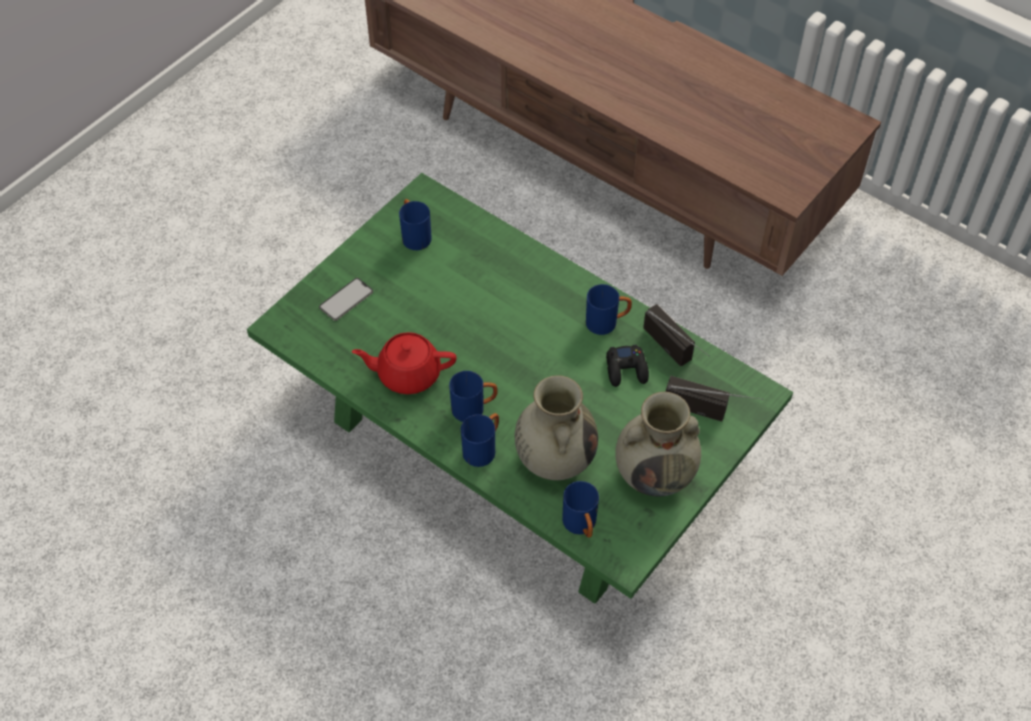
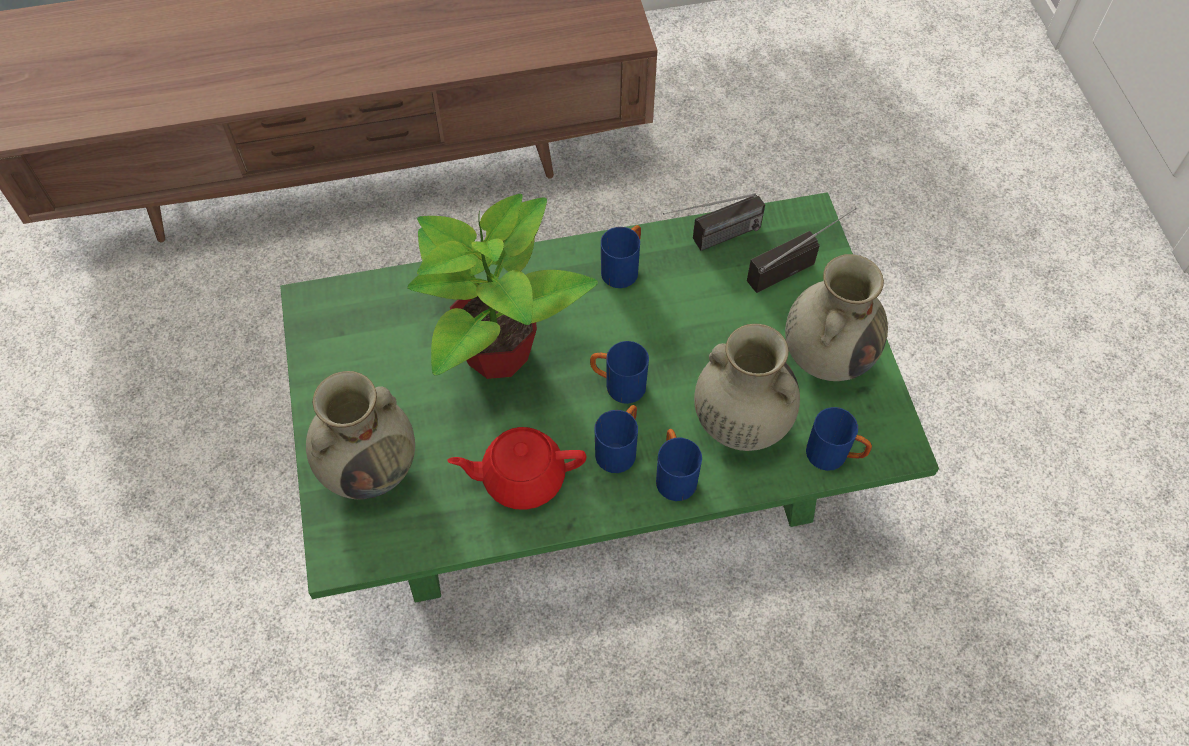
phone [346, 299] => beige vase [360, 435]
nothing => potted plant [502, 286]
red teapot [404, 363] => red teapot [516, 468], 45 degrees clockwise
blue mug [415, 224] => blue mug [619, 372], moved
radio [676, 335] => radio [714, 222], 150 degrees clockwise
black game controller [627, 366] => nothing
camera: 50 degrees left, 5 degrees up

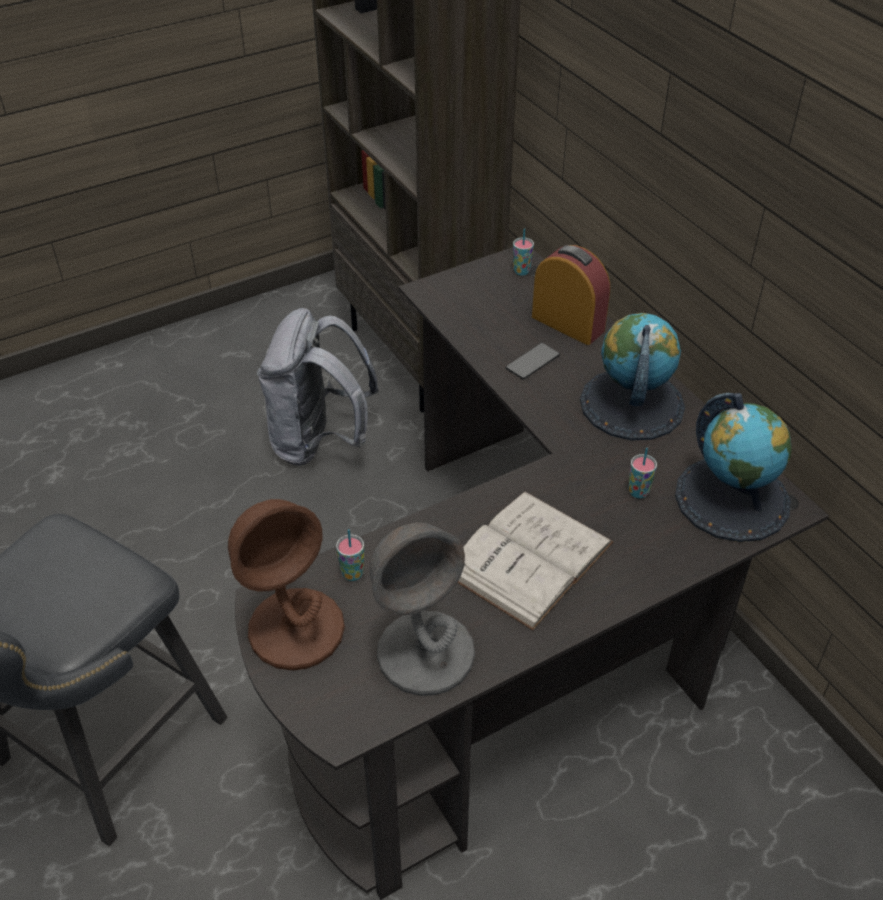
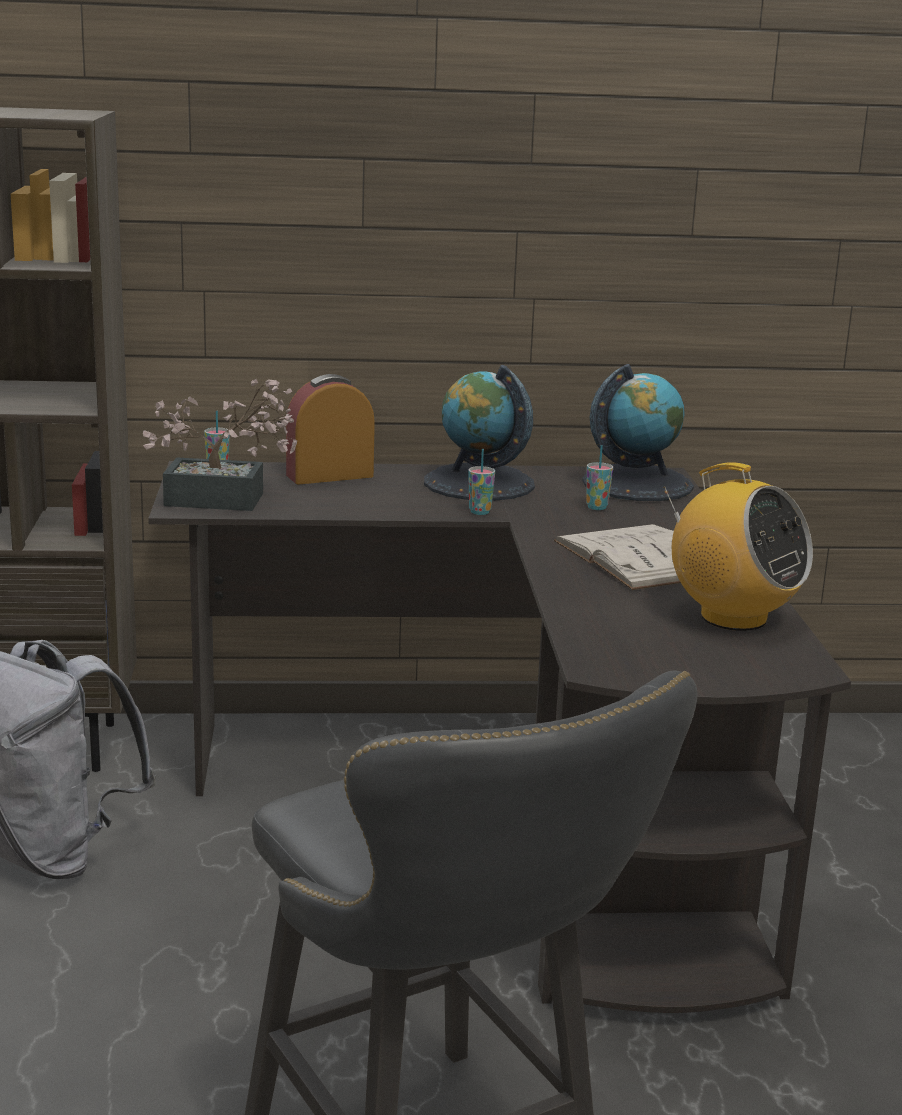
nothing => potted plant [220, 445]
cup [350, 555] => cup [481, 482], moved
grey table lamp [422, 609] => radio [738, 546]
brown table lamp [286, 584] => nothing
phone [533, 361] => nothing
camera: 65 degrees left, 25 degrees down

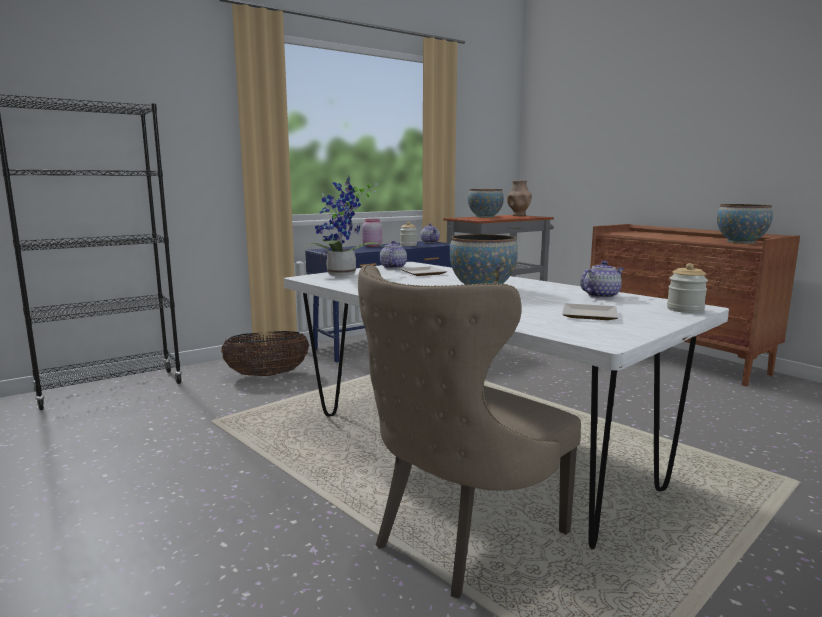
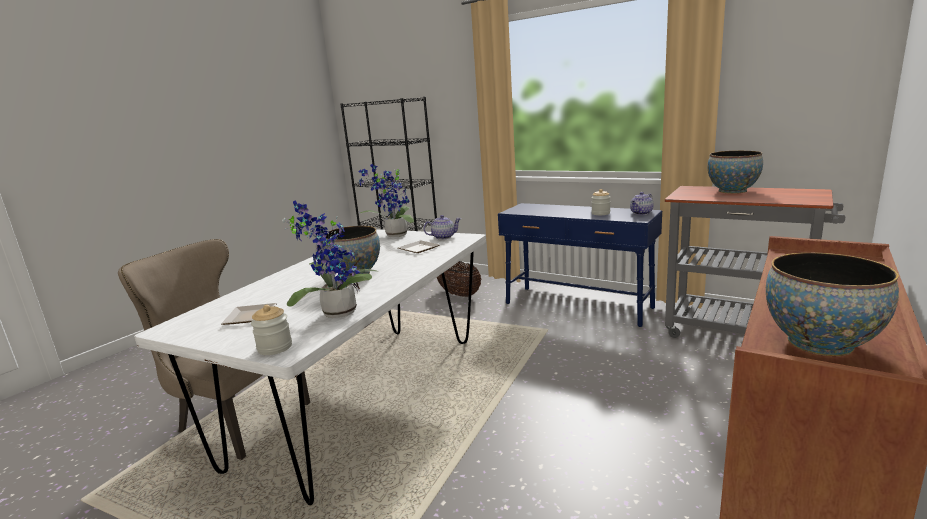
teapot [602, 279] => potted plant [330, 259]
pink jar [372, 233] => nothing
brown vase [519, 198] => nothing
camera: 70 degrees right, 5 degrees up

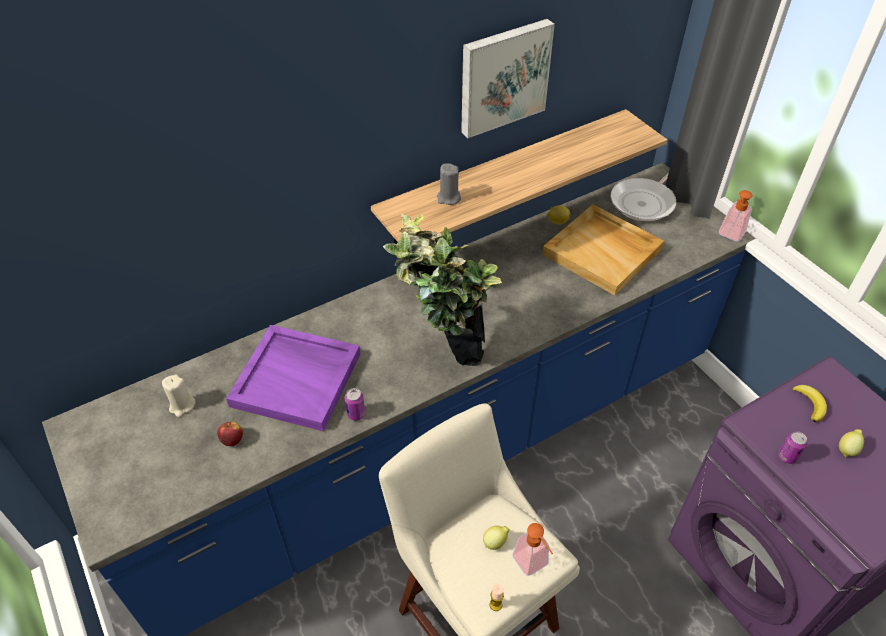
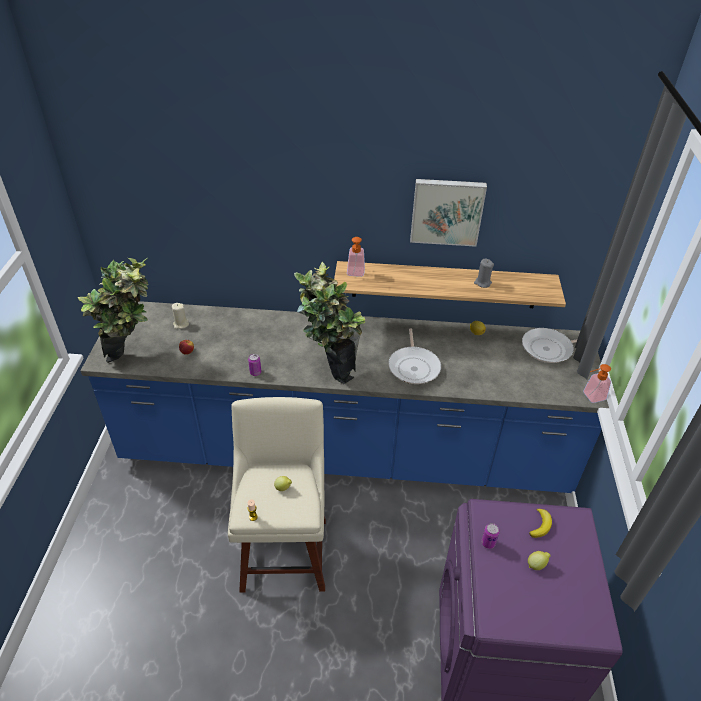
nothing => potted plant [113, 310]
soap dispenser [532, 549] => soap dispenser [356, 257], moved
nothing => frying pan [414, 356]
grey candle [449, 184] => grey candle [484, 273], moved
purple tray [293, 378] => nothing
beige tray [603, 250] => nothing
camera: 35 degrees right, 5 degrees down

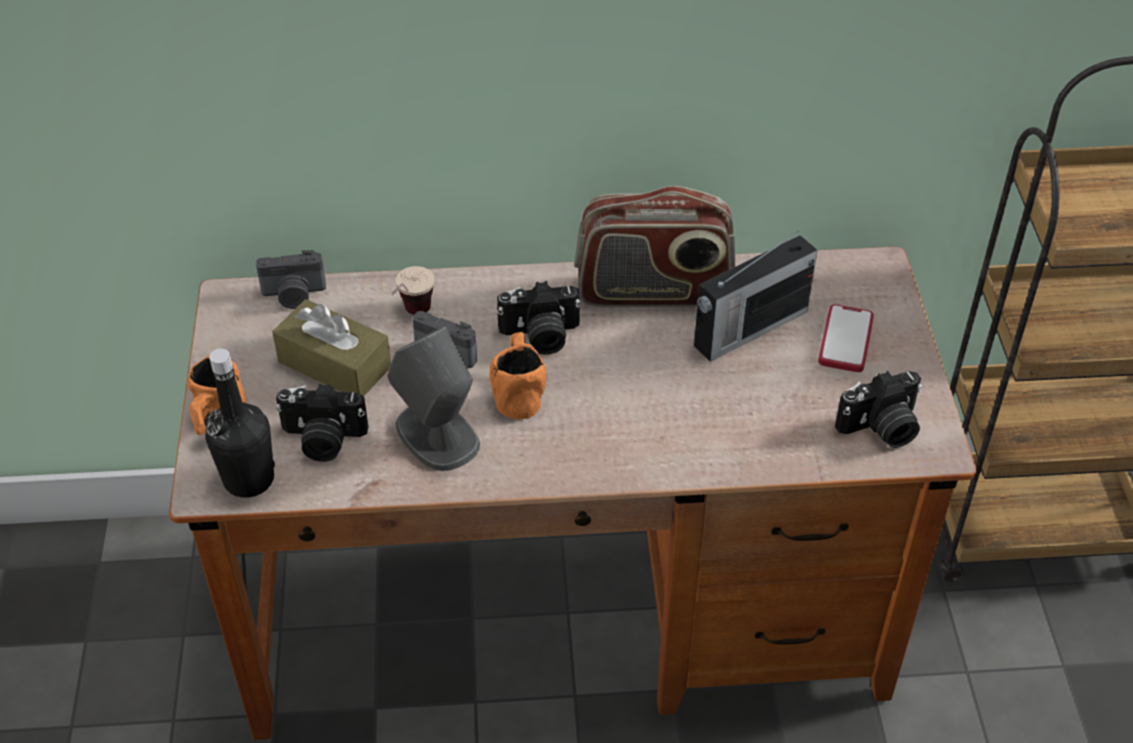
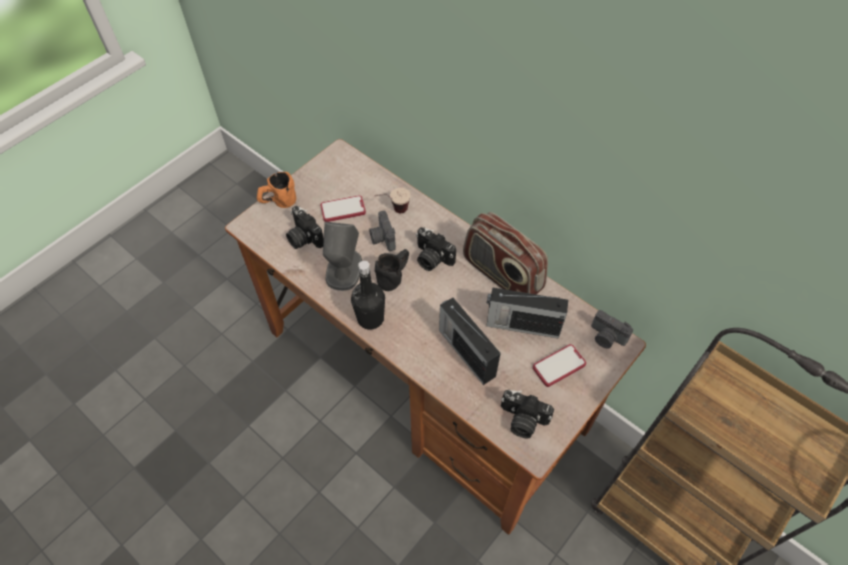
brown tissue box [331, 347] => phone [343, 208]
black bottle [240, 423] => black bottle [368, 295], moved
orange mug [517, 375] => black mug [392, 270]
nothing => radio [470, 341]
photo camera [291, 279] => photo camera [612, 329], moved
camera: 45 degrees right, 10 degrees up

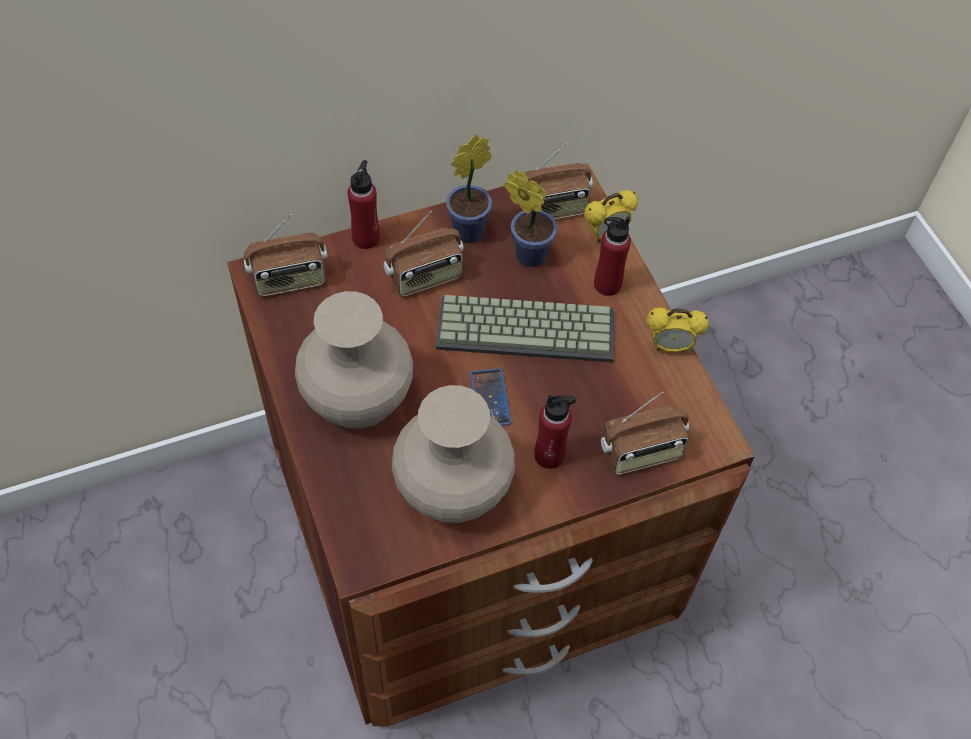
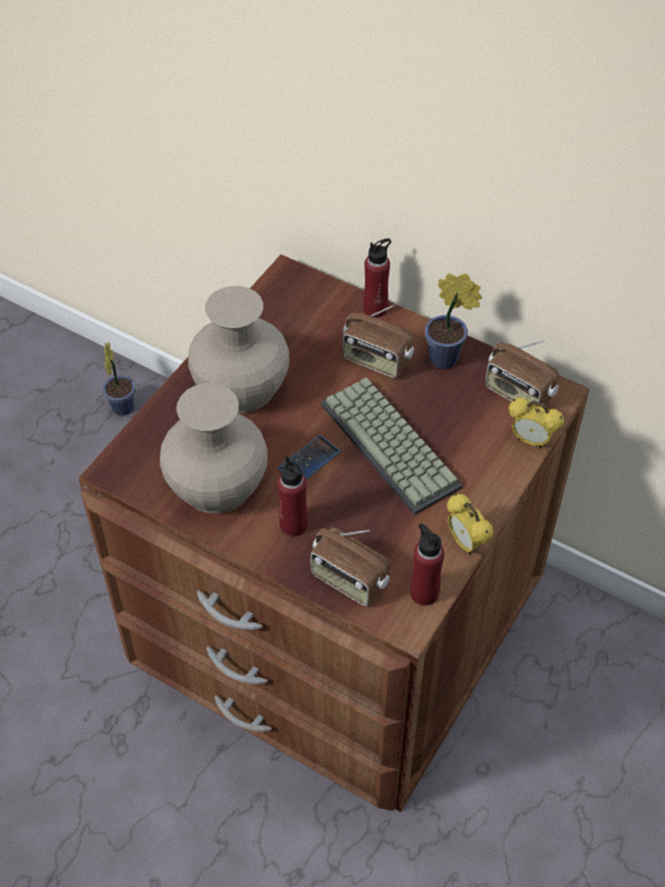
potted plant [530, 218] => potted plant [119, 378], moved
red bottle [612, 256] => red bottle [427, 565], moved
radio [286, 255] => nothing
camera: 55 degrees right, 5 degrees down

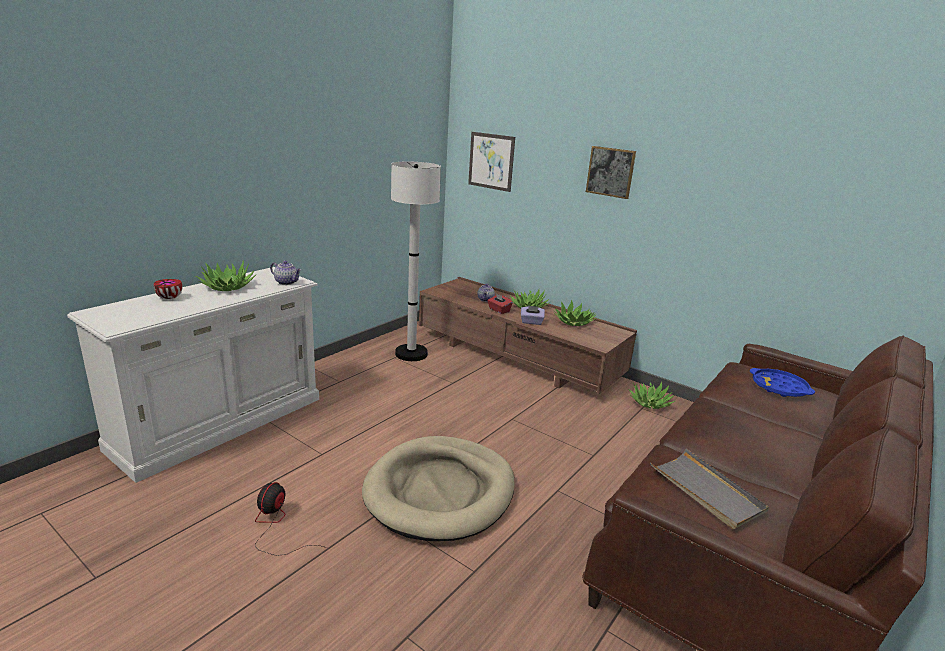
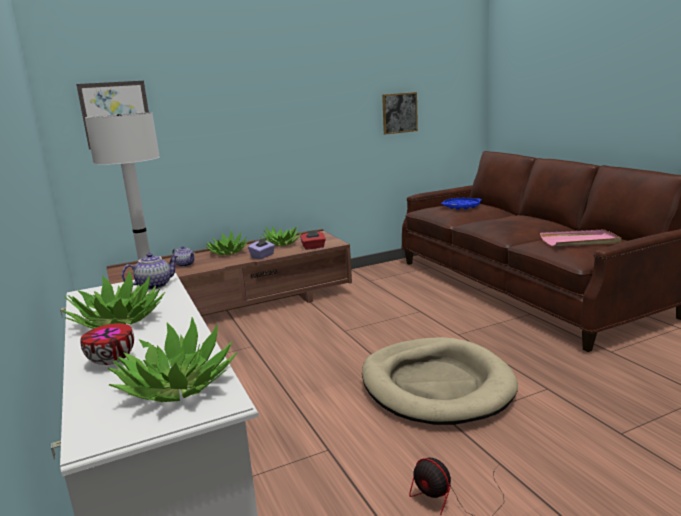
potted plant [651, 395] => potted plant [172, 359], moved
red tissue box [500, 303] => red tissue box [313, 240], moved
picture [611, 172] => picture [400, 113], moved
grey tray [709, 489] => pink tray [581, 237]
camera: 60 degrees left, 5 degrees down

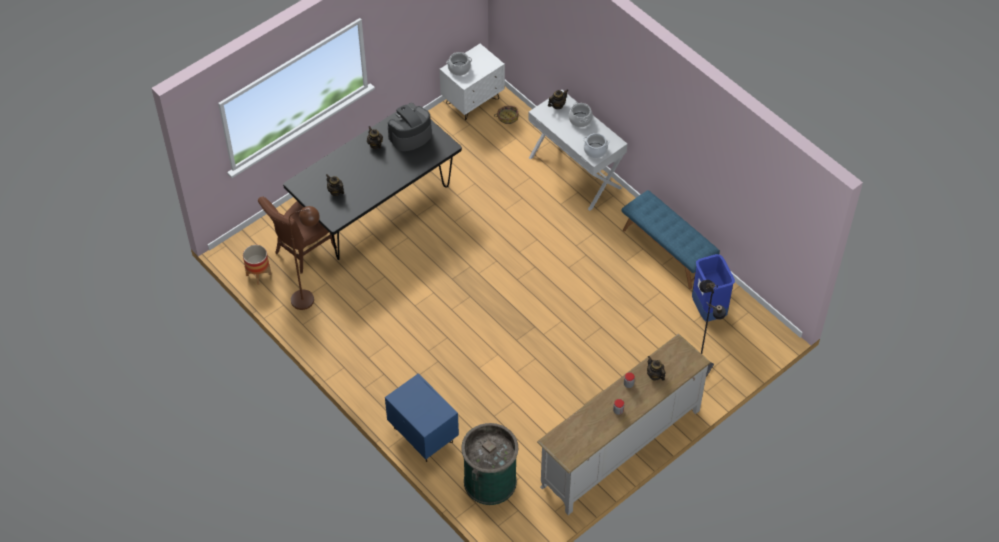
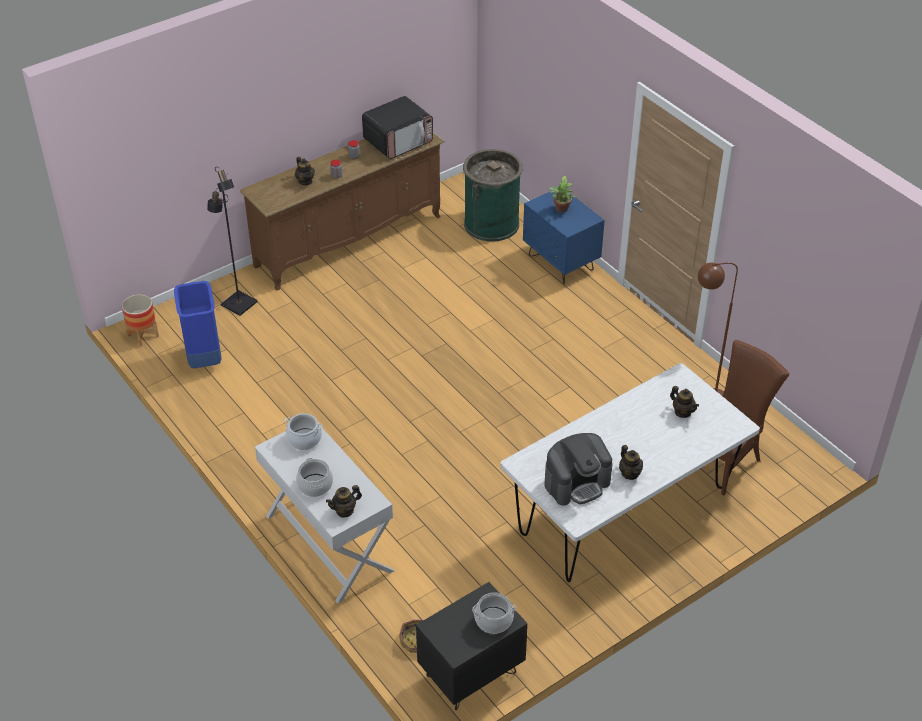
planter [257, 265] => planter [140, 320], moved
grey cabinet [624, 424] => brown cabinet [342, 211]
nothing => microwave [397, 127]
white nightstand [472, 82] => black nightstand [472, 646]
black dining table [372, 181] => white dining table [630, 472]
nothing => potted plant [562, 194]
blue bench [671, 239] => nothing
camera: 175 degrees left, 10 degrees down

